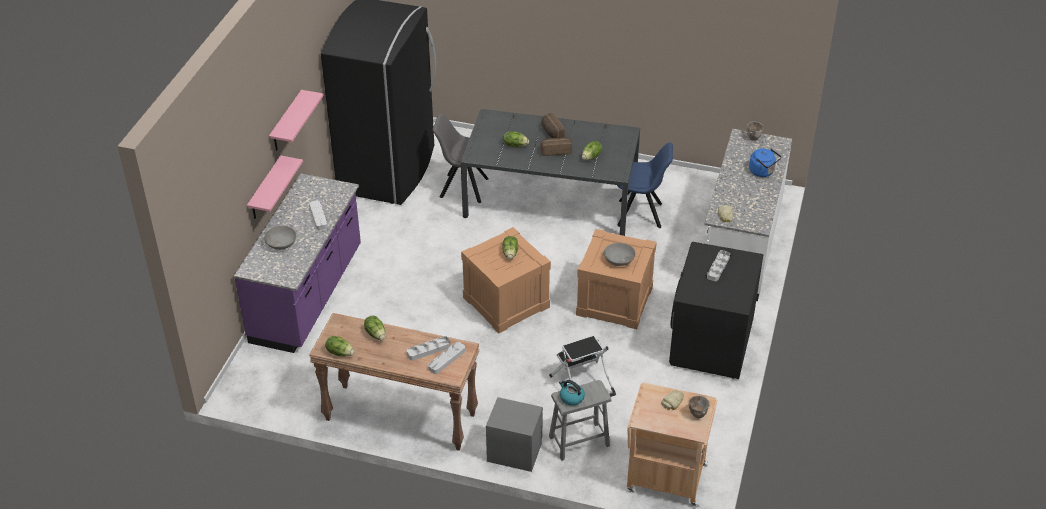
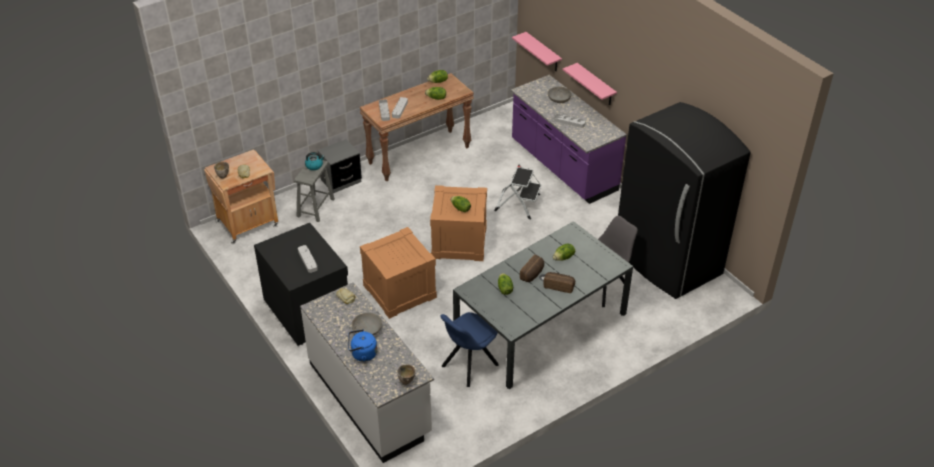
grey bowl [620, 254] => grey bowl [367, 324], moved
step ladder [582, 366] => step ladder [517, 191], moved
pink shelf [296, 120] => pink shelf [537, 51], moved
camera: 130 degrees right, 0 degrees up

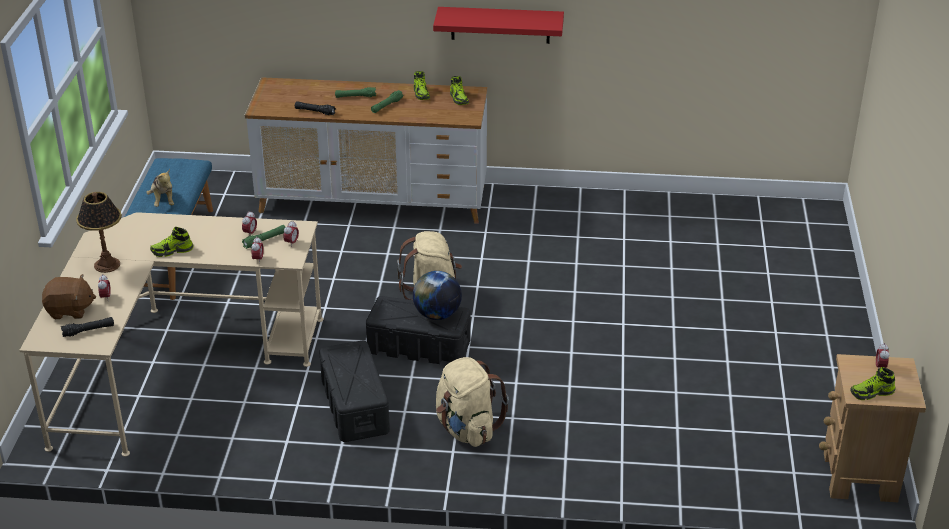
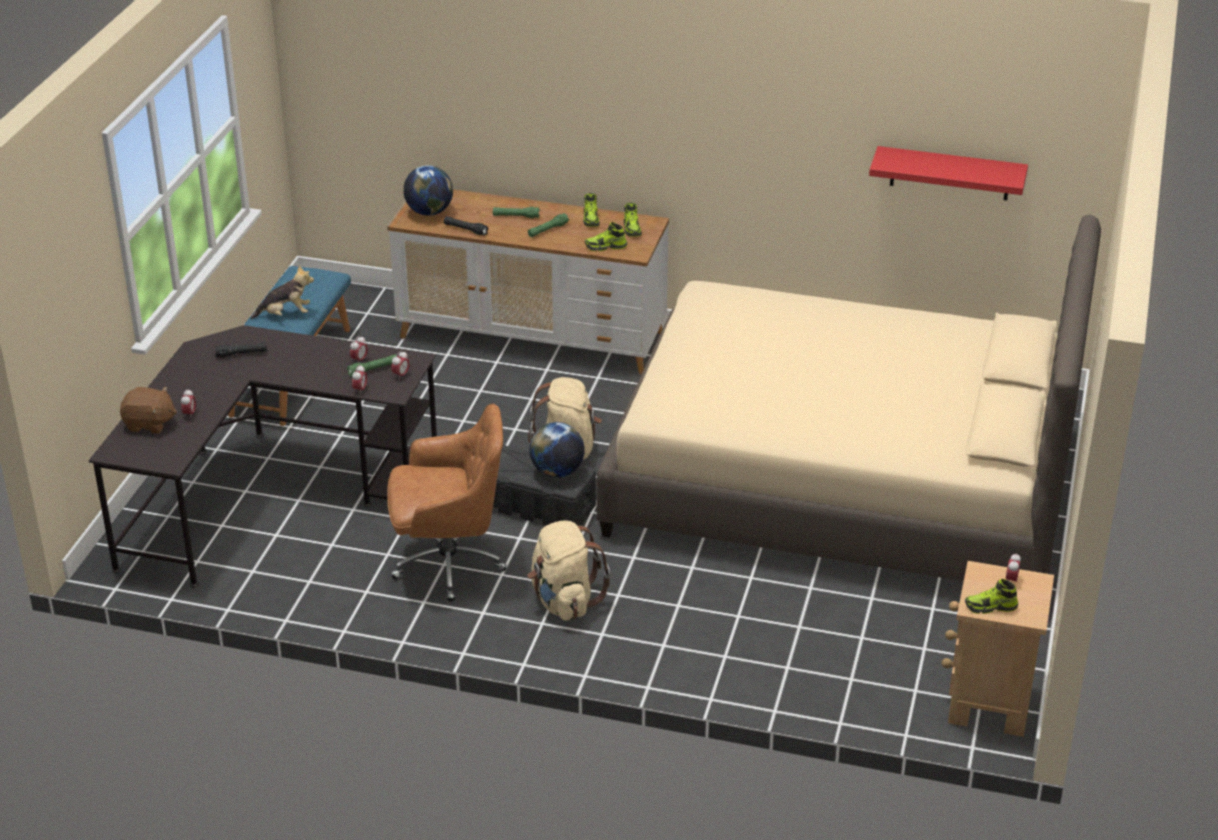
beige desk [171, 334] => black desk [263, 456]
black flashlight [87, 327] => black flashlight [240, 350], moved
plush toy [160, 188] => plush toy [282, 292], 90 degrees counterclockwise
black storage box [354, 391] => brown office chair [446, 503]
nothing => globe [428, 190]
shoe [171, 242] => shoe [606, 236], moved
nothing => beige bed [849, 398]
red shelf [498, 25] => red shelf [948, 173], moved
table lamp [99, 232] => nothing
camera: 10 degrees right, 0 degrees up

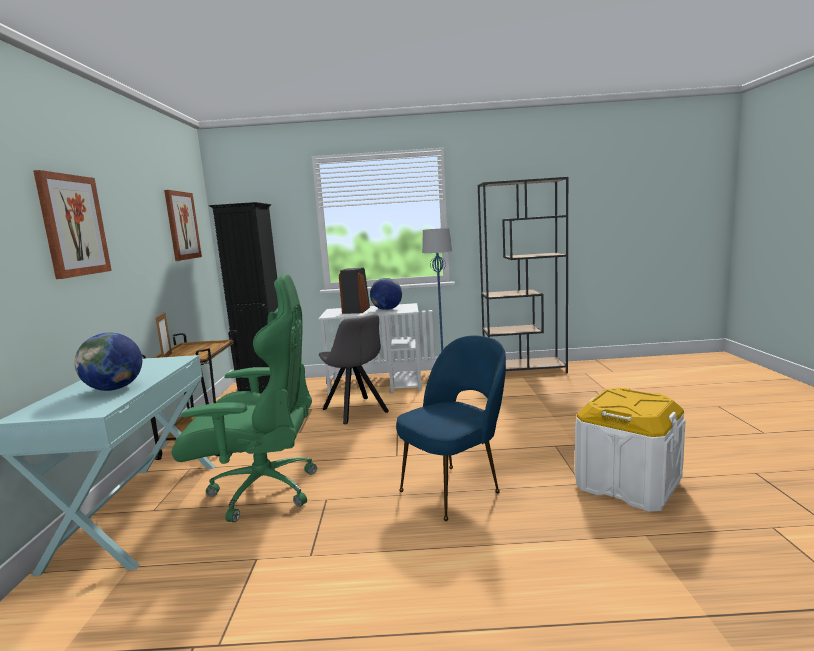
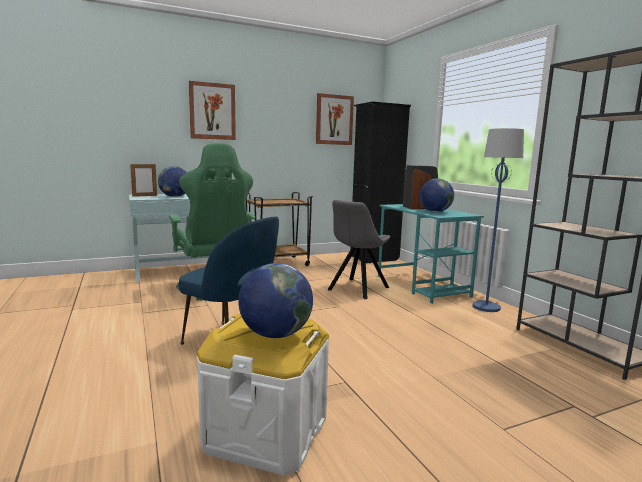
picture frame [164, 334] => picture frame [143, 180], moved
nothing => globe [275, 300]
white desk [370, 349] => turquoise desk [431, 254]
camera: 65 degrees right, 0 degrees up

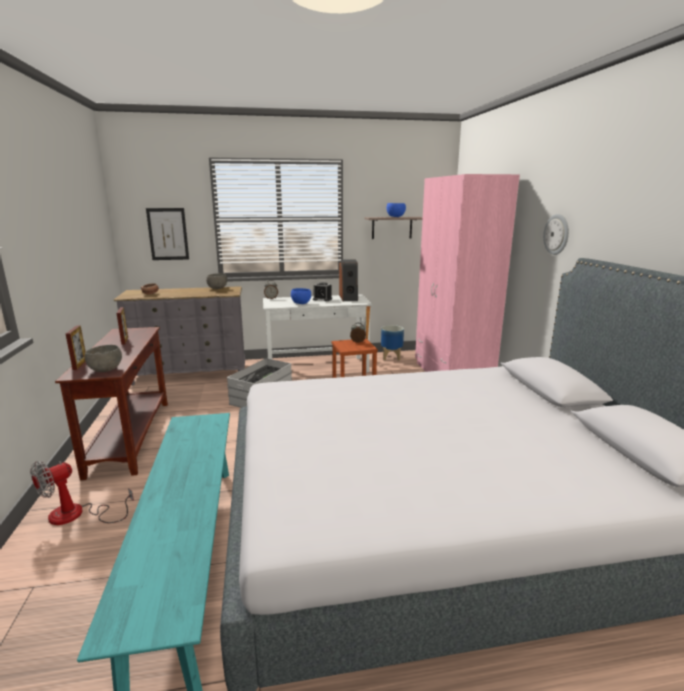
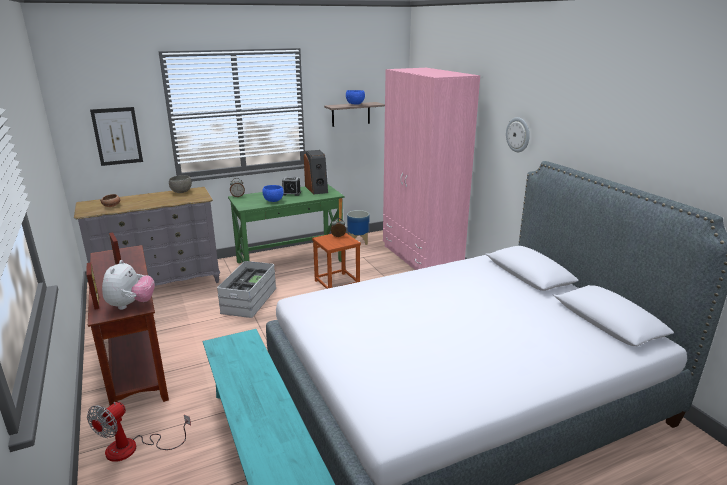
grey bowl [103, 358] => plush toy [128, 285]
white desk [318, 333] => green desk [286, 224]
camera: 15 degrees left, 5 degrees up

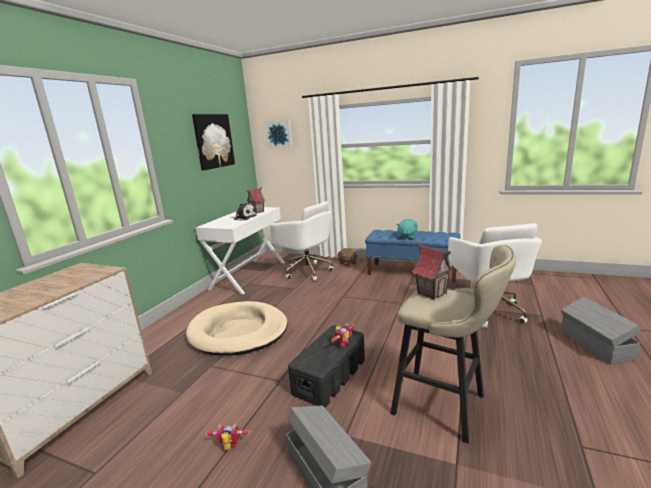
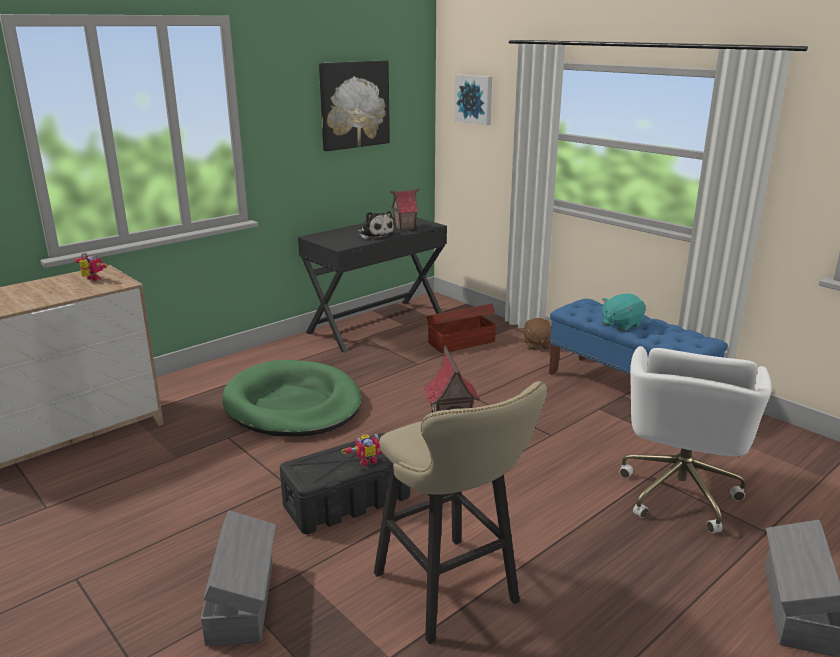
toy robot [228, 437] => toy robot [91, 266], moved
beige dog bed [237, 328] => green dog bed [292, 398]
white desk [240, 250] => black desk [372, 285]
white office chair [301, 241] => brown storage box [461, 328]
camera: 25 degrees right, 5 degrees up

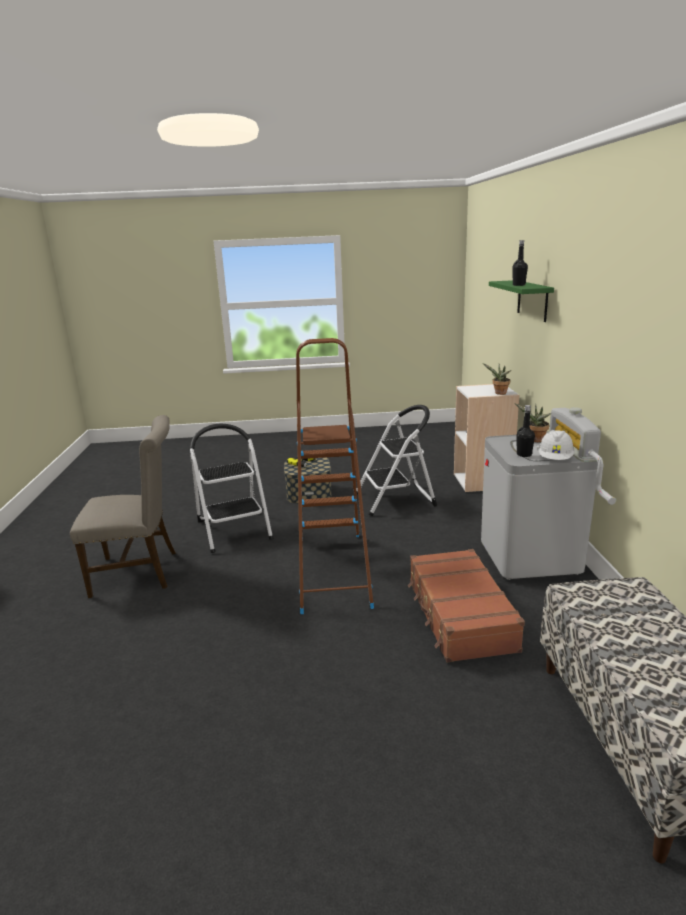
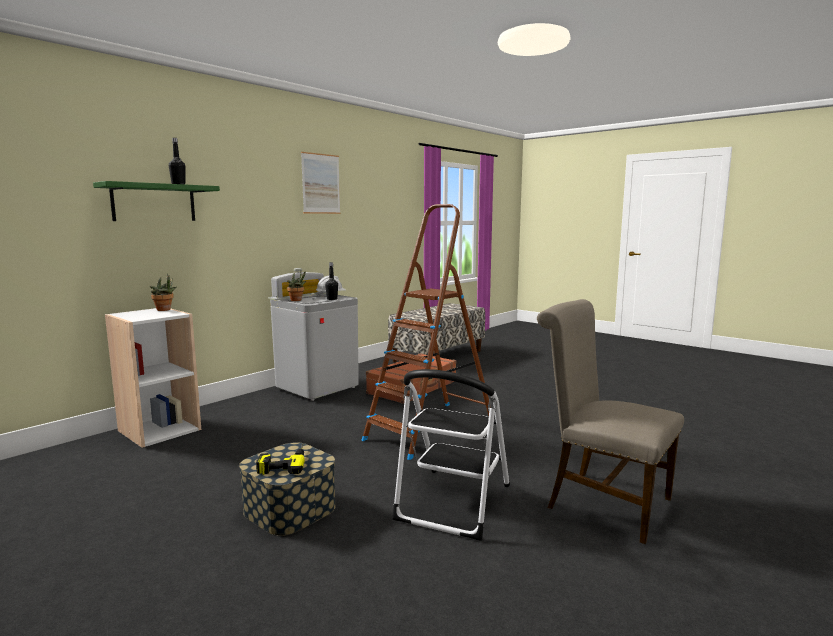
nothing => picture [320, 183]
step ladder [396, 460] => nothing
camera: 135 degrees left, 10 degrees down

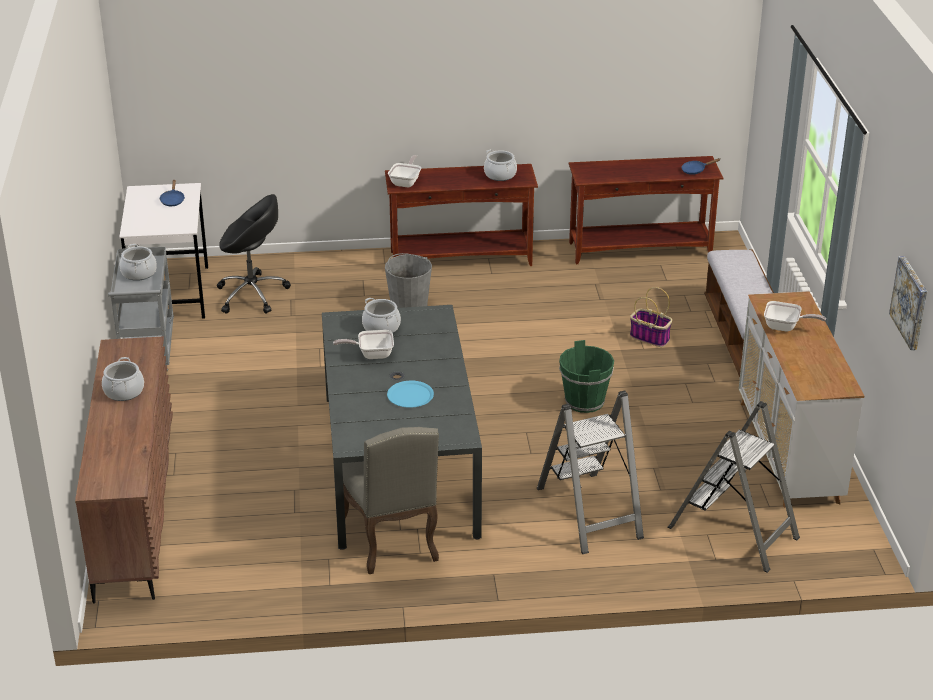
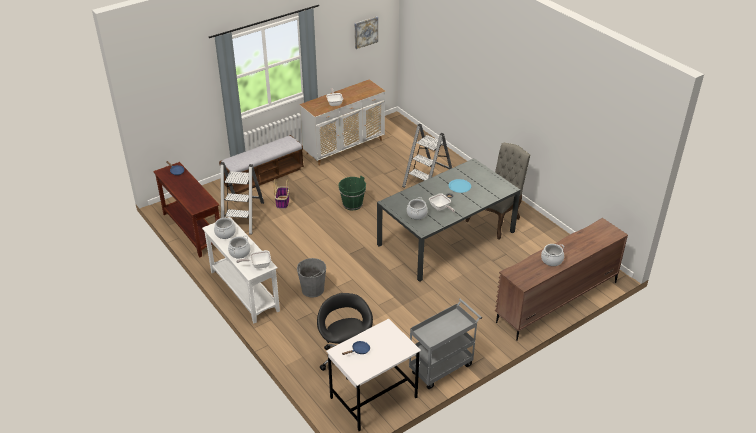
brown console table [461, 215] => white console table [241, 270]
grey step ladder [733, 487] => grey step ladder [242, 198], moved
cooking pot [138, 262] => cooking pot [239, 247], moved
camera: 120 degrees left, 5 degrees up

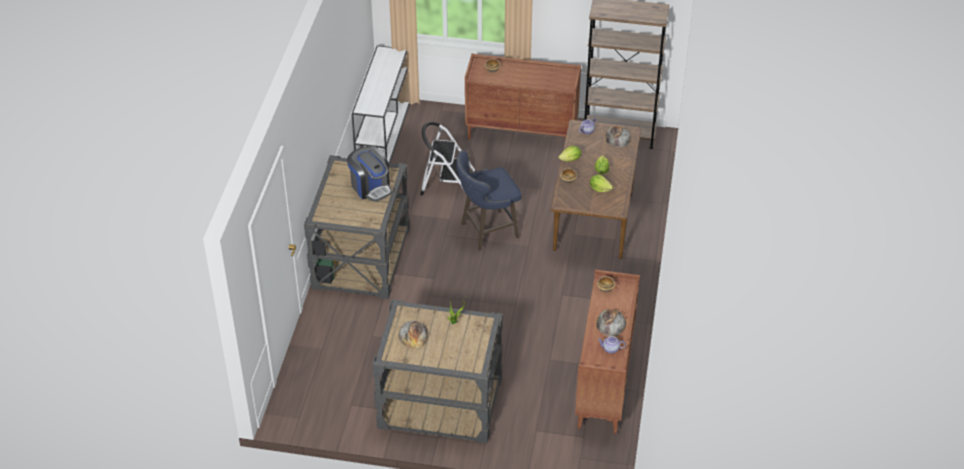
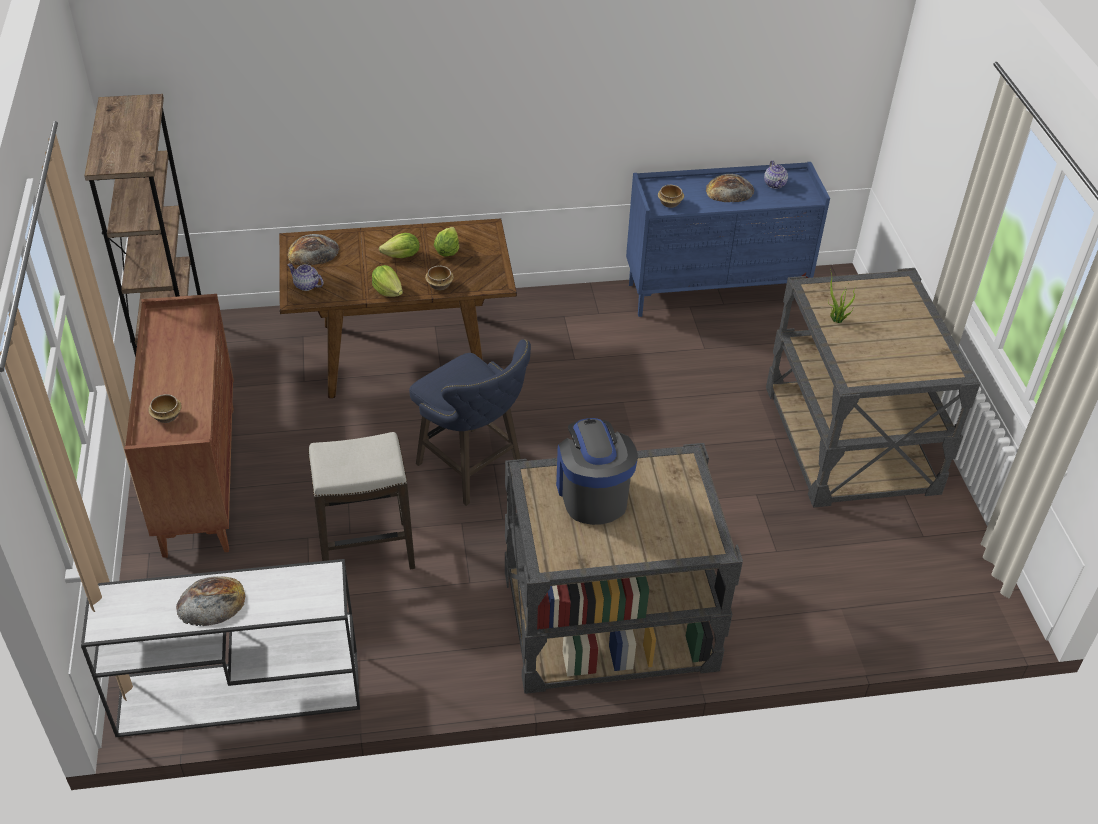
bread [413, 334] => bread [210, 601], moved
step ladder [448, 159] => stool [361, 501]
coffee machine [369, 174] => coffee machine [597, 471], 45 degrees counterclockwise
brown cabinet [607, 352] => blue cabinet [728, 239]
camera: 110 degrees left, 0 degrees up

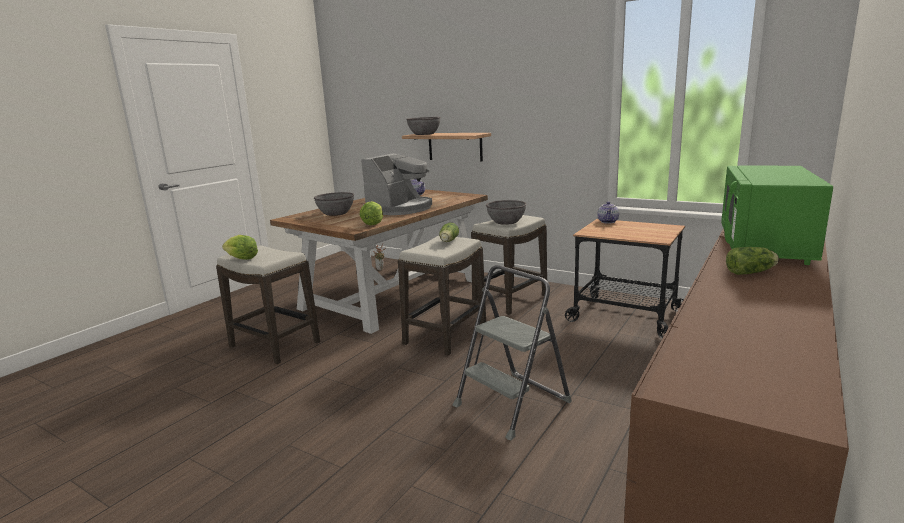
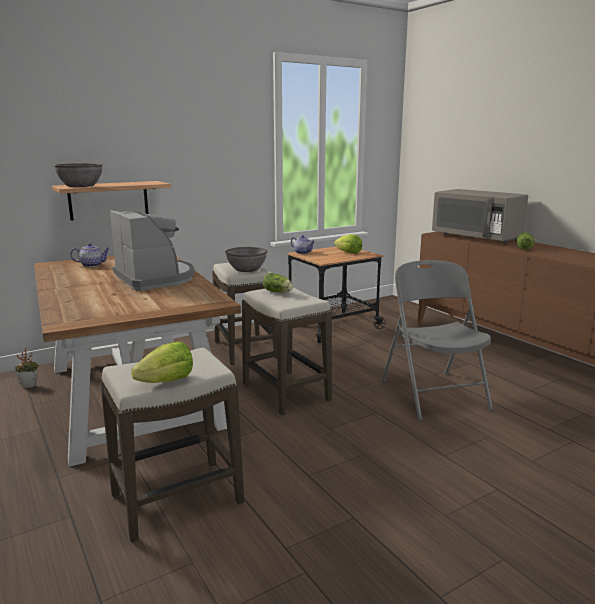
lettuce [371, 213] => lettuce [348, 244], moved
grey step ladder [512, 352] => grey chair [437, 340]
green microwave [777, 215] => grey microwave [480, 216]
grey bowl [334, 204] => nothing
camera: 65 degrees left, 0 degrees up

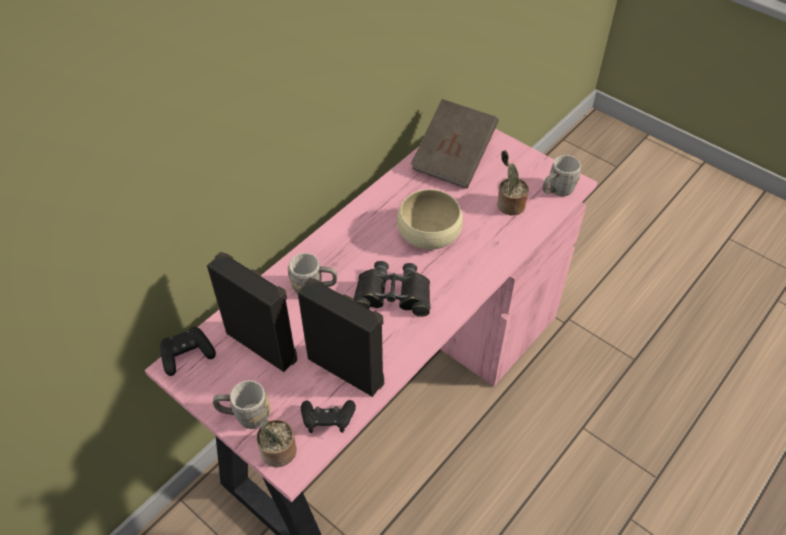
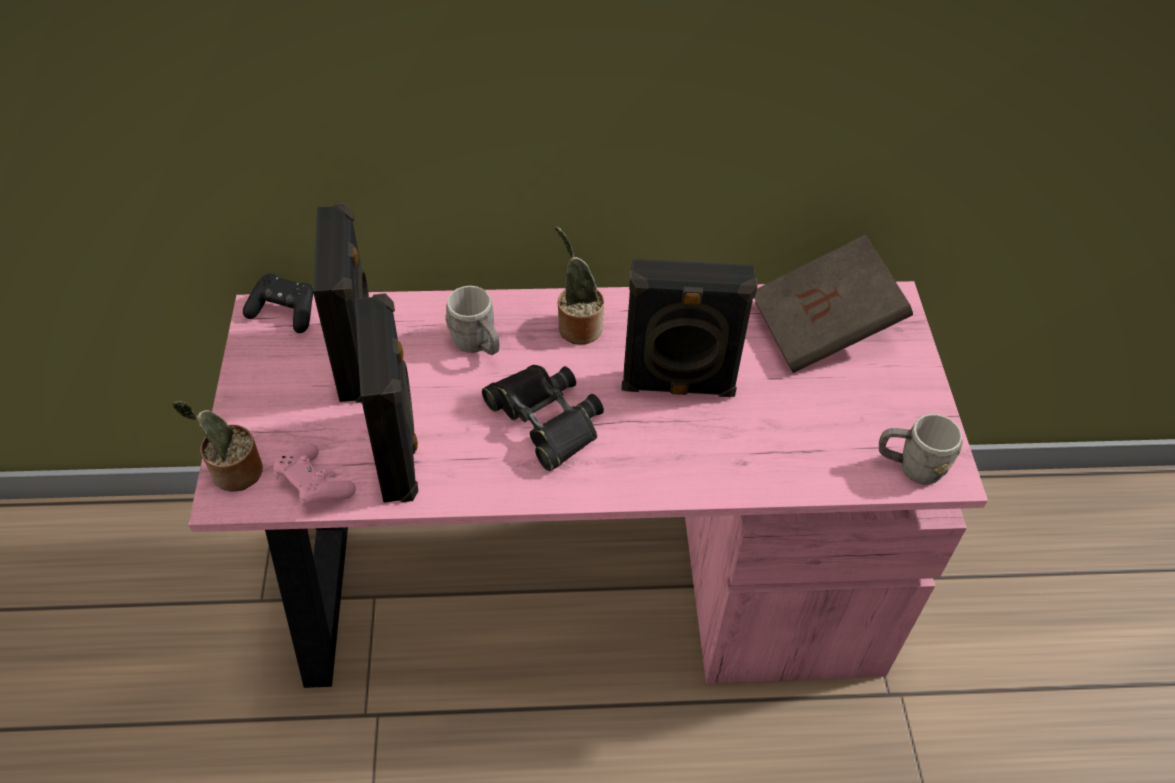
black game controller [328, 416] => pink game controller [314, 474]
potted plant [513, 182] => potted plant [579, 285], moved
beige bowl [430, 219] => black speaker [690, 327]
grey mug [241, 404] => nothing
camera: 45 degrees right, 0 degrees up

